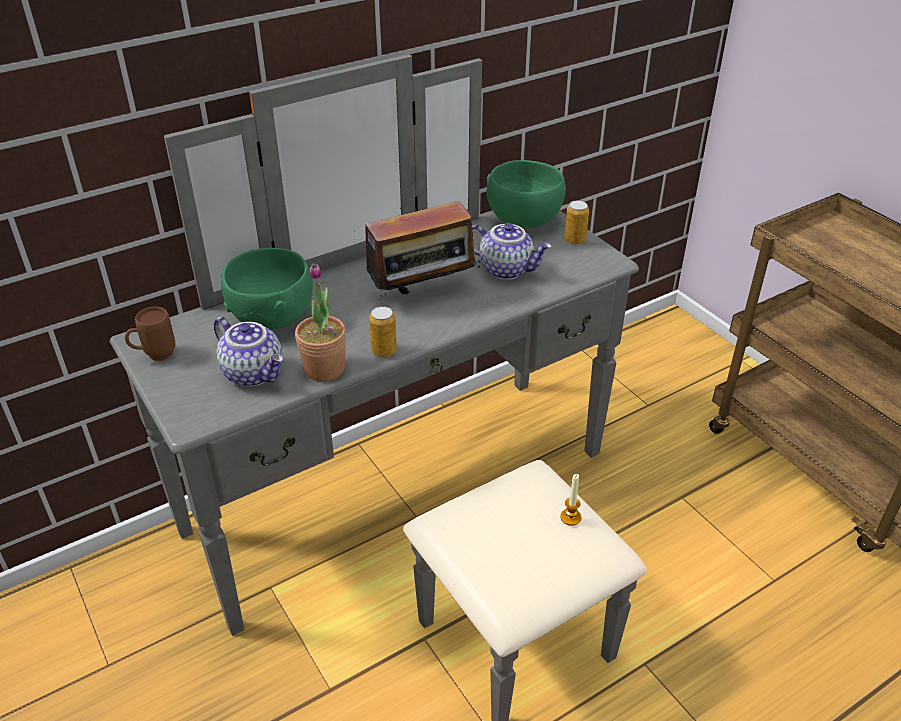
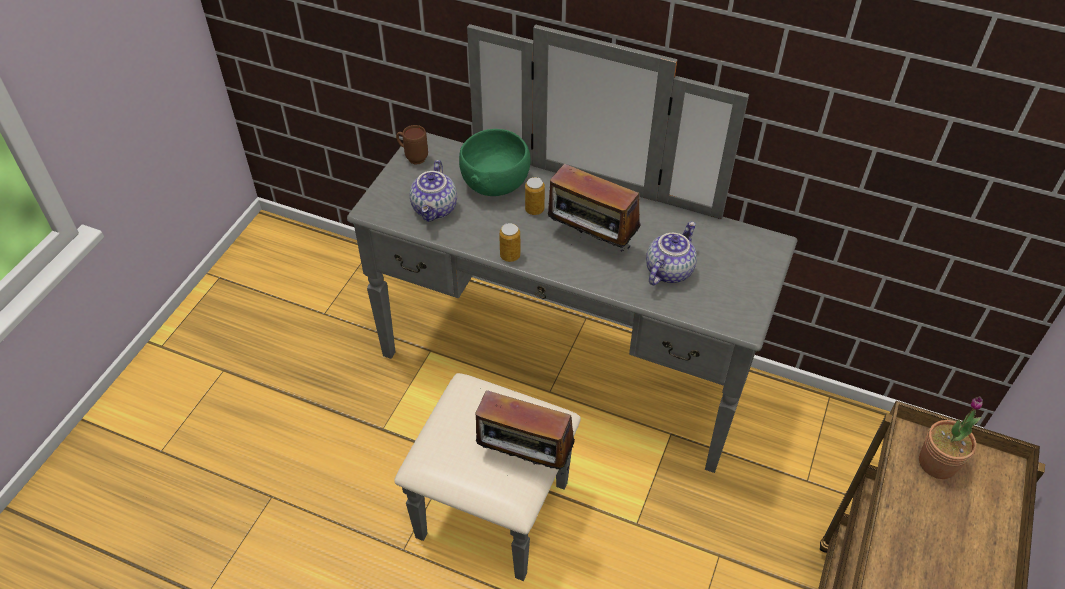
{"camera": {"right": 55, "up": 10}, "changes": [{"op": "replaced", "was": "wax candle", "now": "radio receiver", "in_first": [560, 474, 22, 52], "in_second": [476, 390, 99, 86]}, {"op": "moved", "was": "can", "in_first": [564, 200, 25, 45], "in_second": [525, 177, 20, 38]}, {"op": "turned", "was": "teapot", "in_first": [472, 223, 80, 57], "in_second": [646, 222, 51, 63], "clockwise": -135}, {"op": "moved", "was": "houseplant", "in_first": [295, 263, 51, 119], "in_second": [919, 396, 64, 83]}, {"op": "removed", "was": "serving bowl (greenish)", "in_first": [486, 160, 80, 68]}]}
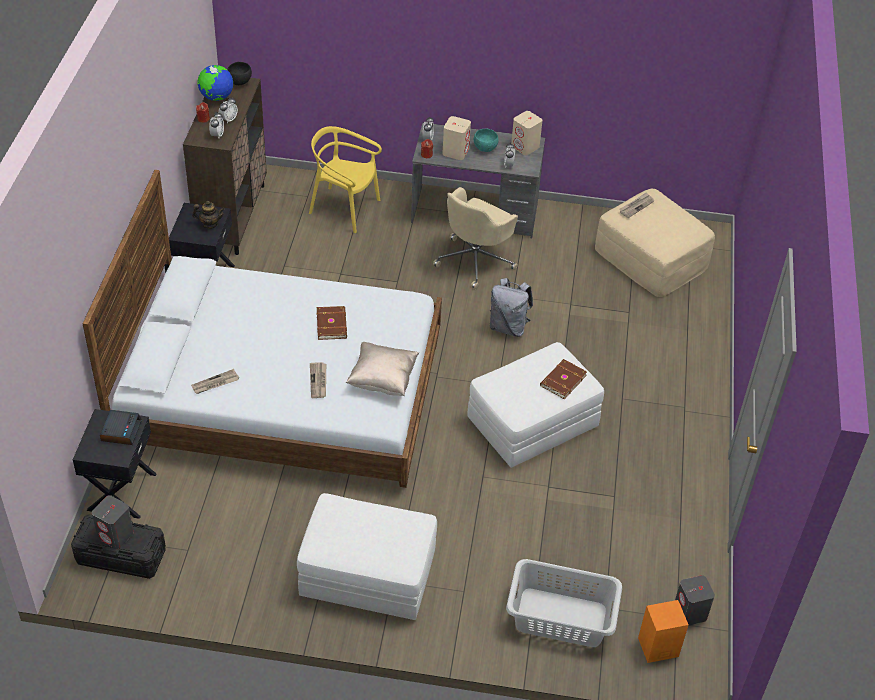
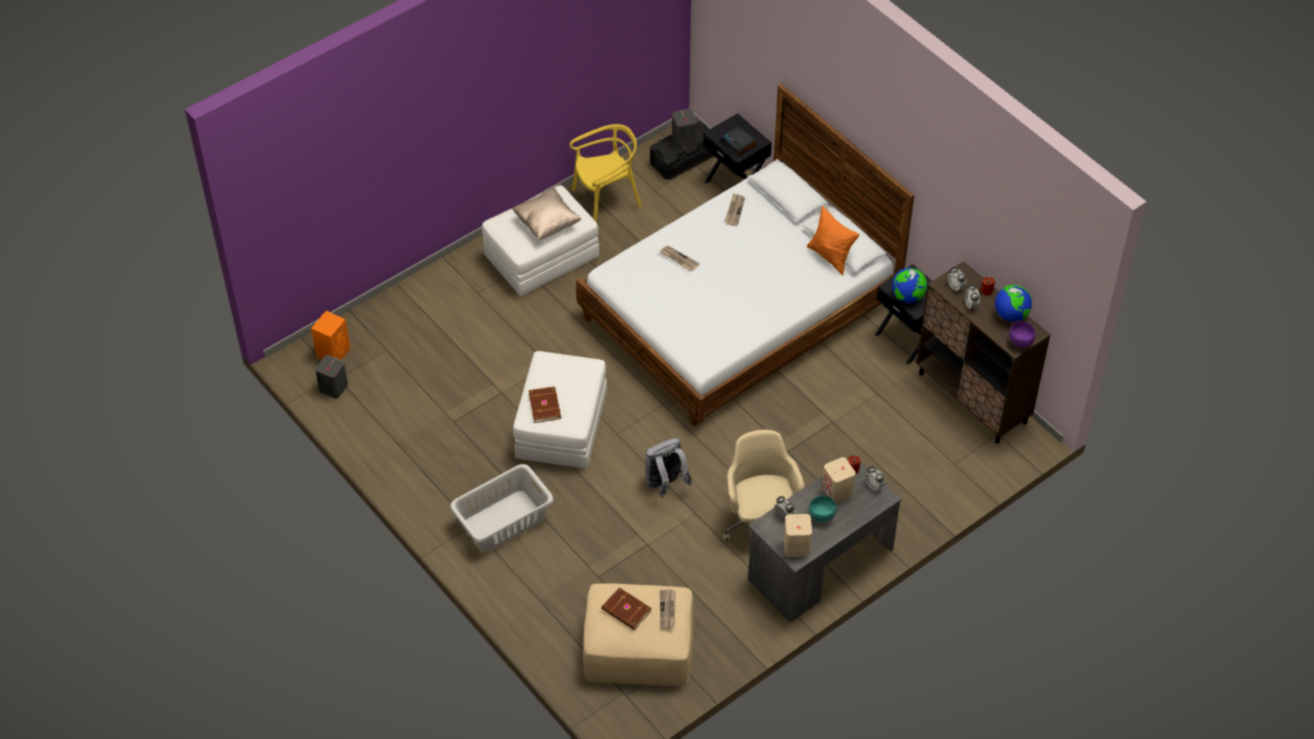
{"camera": {"right": 135, "up": 5}, "changes": [{"op": "moved", "was": "laundry basket (greyish)", "in_first": [506, 559, 116, 88], "in_second": [450, 464, 103, 87]}, {"op": "moved", "was": "throw pillow (sand-coloured)", "in_first": [346, 342, 73, 54], "in_second": [511, 188, 70, 52]}, {"op": "moved", "was": "plain chair (yellowish)", "in_first": [309, 126, 73, 107], "in_second": [569, 124, 73, 99]}, {"op": "moved", "was": "volume (brown-coloured)", "in_first": [317, 306, 30, 34], "in_second": [601, 587, 51, 43]}, {"op": "added", "now": "throw pillow (orange-coloured)", "in_second": [807, 206, 53, 70]}, {"op": "replaced", "was": "teapot", "now": "desk globe", "in_first": [192, 201, 33, 28], "in_second": [892, 268, 35, 35]}, {"op": "recoloured", "was": "serving bowl (black)", "now": "serving bowl (purple)", "in_first": [227, 62, 25, 23], "in_second": [1009, 321, 27, 27]}]}
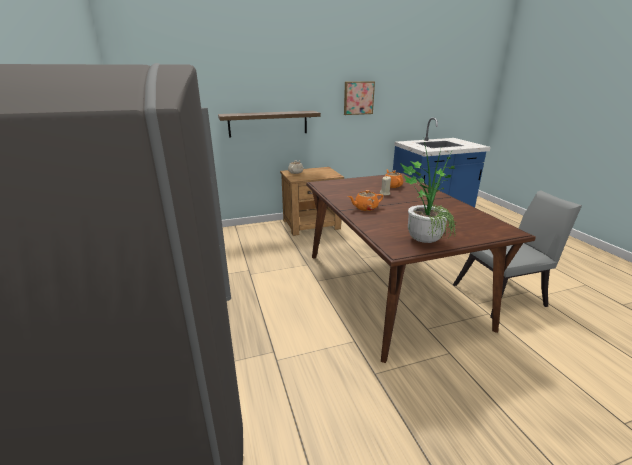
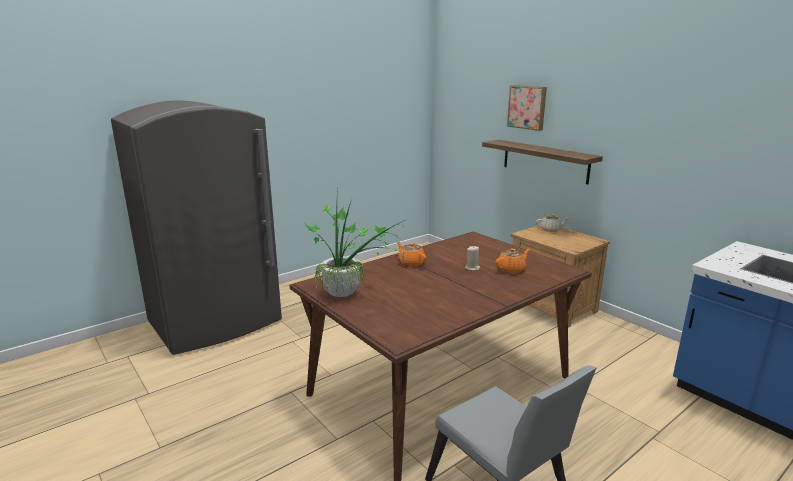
{"camera": {"right": 70, "up": -5}, "changes": [{"op": "moved", "was": "wall picture", "in_first": [344, 81, 31, 34], "in_second": [507, 85, 40, 46]}]}
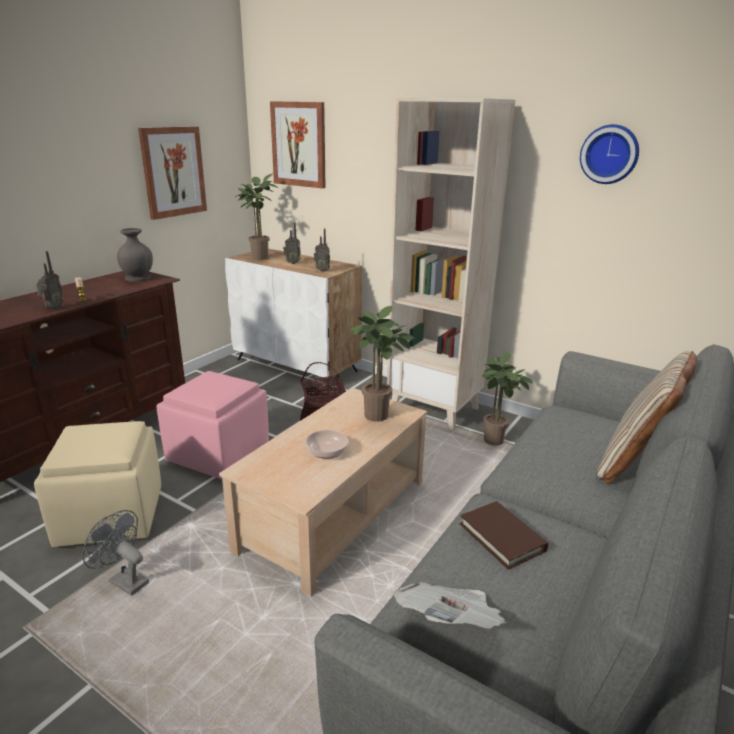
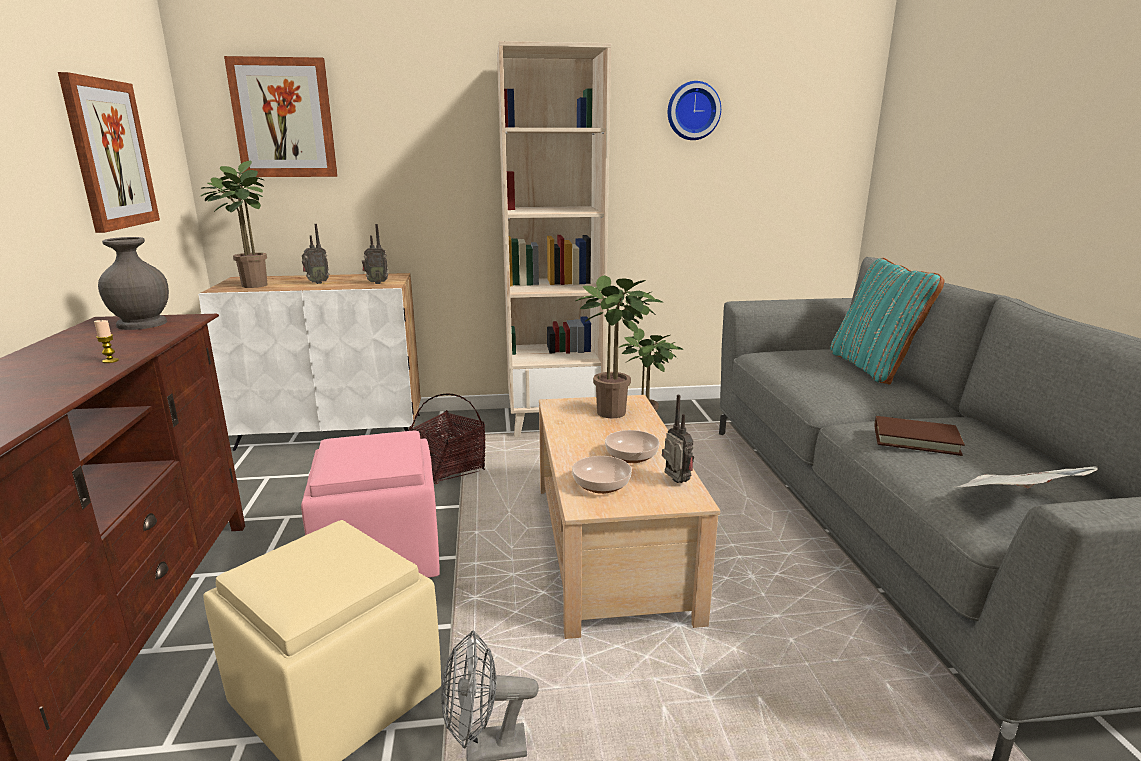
{"camera": {"right": -40, "up": -5}, "changes": [{"op": "added", "now": "serving bowl", "in_second": [572, 456, 60, 38]}, {"op": "moved", "was": "radio receiver", "in_first": [36, 251, 28, 58], "in_second": [662, 395, 32, 88]}, {"op": "recoloured", "was": "throw pillow (sand-coloured)", "now": "throw pillow (blue-green)", "in_first": [596, 351, 101, 133], "in_second": [830, 258, 114, 127]}]}
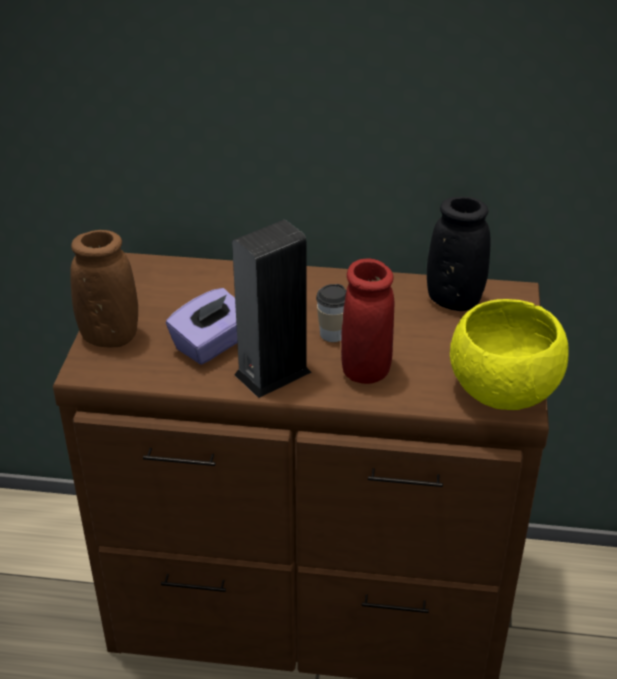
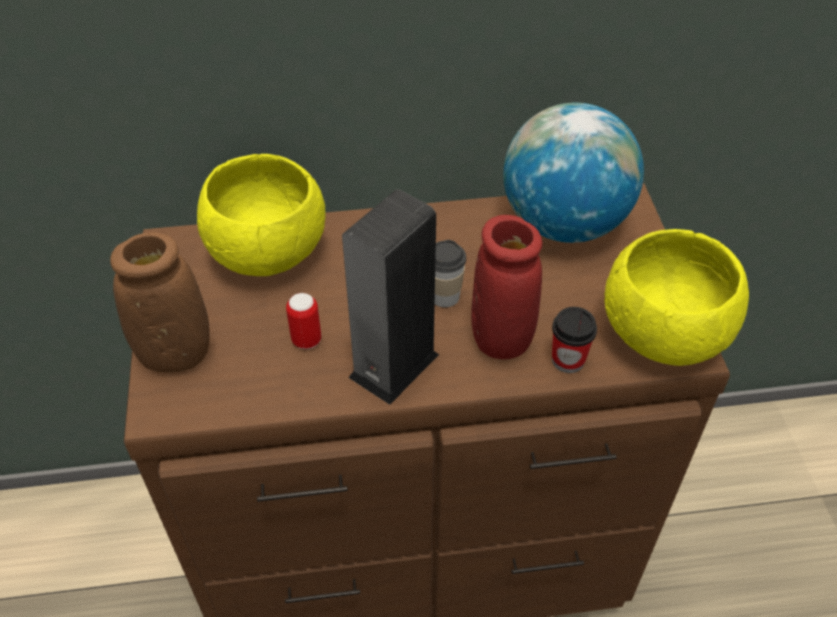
{"camera": {"right": -15, "up": 10}, "changes": [{"op": "added", "now": "serving bowl (yellowish)", "in_second": [197, 154, 129, 122]}, {"op": "replaced", "was": "tissue box (purple)", "now": "can", "in_first": [166, 288, 71, 77], "in_second": [286, 293, 35, 56]}, {"op": "replaced", "was": "decorative vase (black)", "now": "desk globe", "in_first": [427, 197, 63, 114], "in_second": [503, 103, 141, 140]}, {"op": "added", "now": "small cup", "in_second": [552, 307, 45, 66]}]}
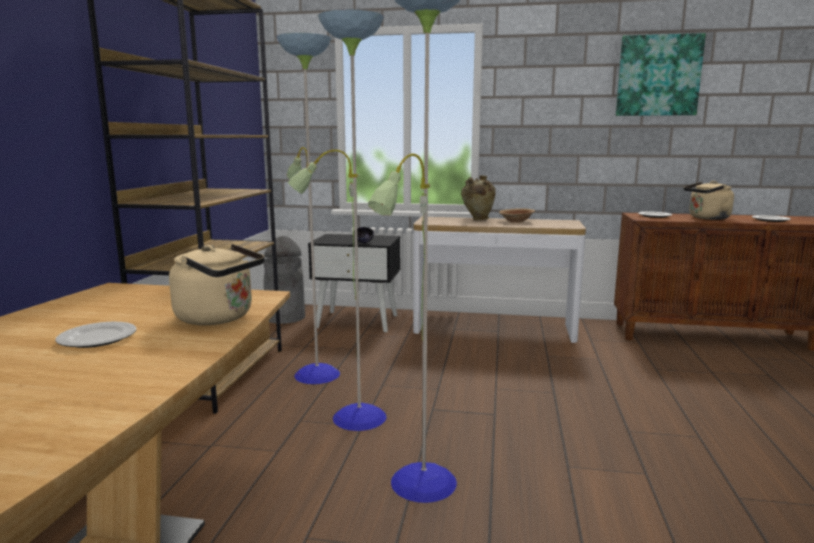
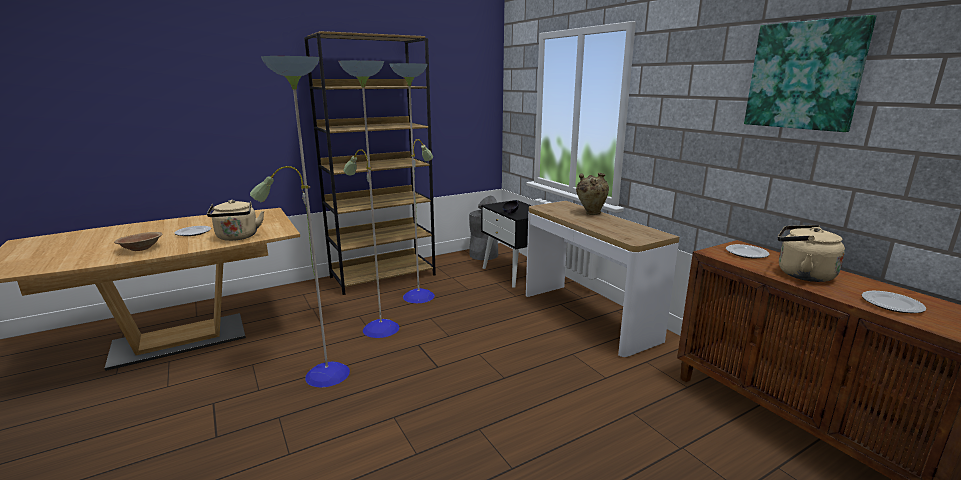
{"camera": {"right": 50, "up": 5}, "changes": [{"op": "moved", "was": "serving bowl (brown-coloured)", "in_first": [499, 208, 36, 15], "in_second": [114, 232, 49, 19]}]}
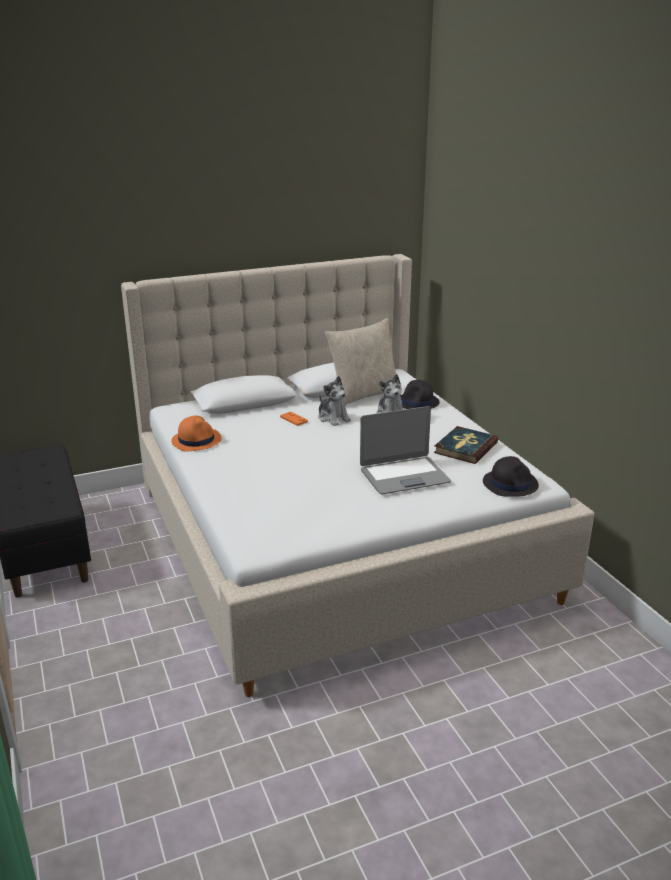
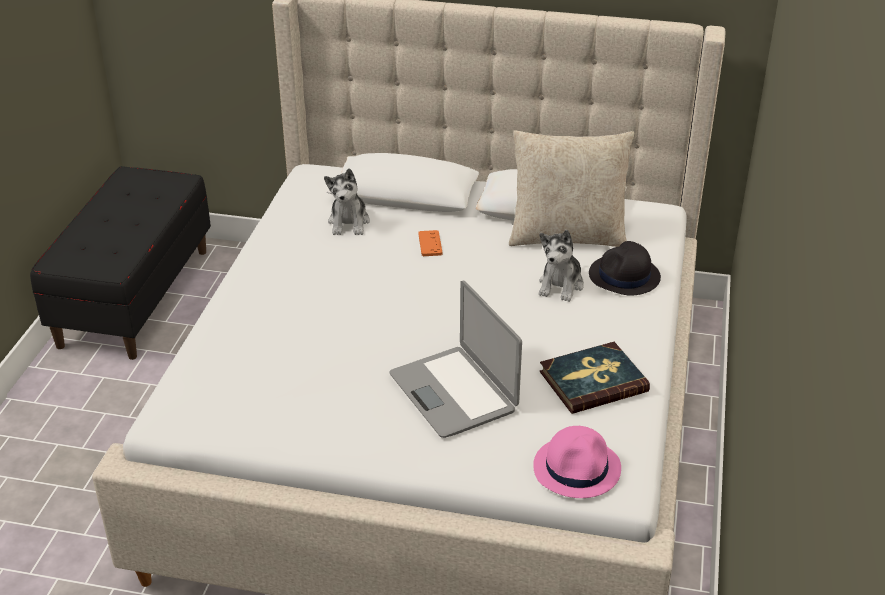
{"camera": {"right": 35, "up": 10}, "changes": [{"op": "moved", "was": "cuddly toy", "in_first": [318, 376, 33, 50], "in_second": [324, 168, 46, 67]}, {"op": "turned", "was": "portable computer", "in_first": [360, 406, 91, 88], "in_second": [389, 281, 133, 157], "clockwise": 45}, {"op": "recoloured", "was": "clothing hat (black)", "now": "clothing hat (pink-coloured)", "in_first": [483, 456, 56, 40], "in_second": [533, 426, 88, 72]}, {"op": "removed", "was": "clothing hat (orange-coloured)", "in_first": [171, 416, 51, 36]}]}
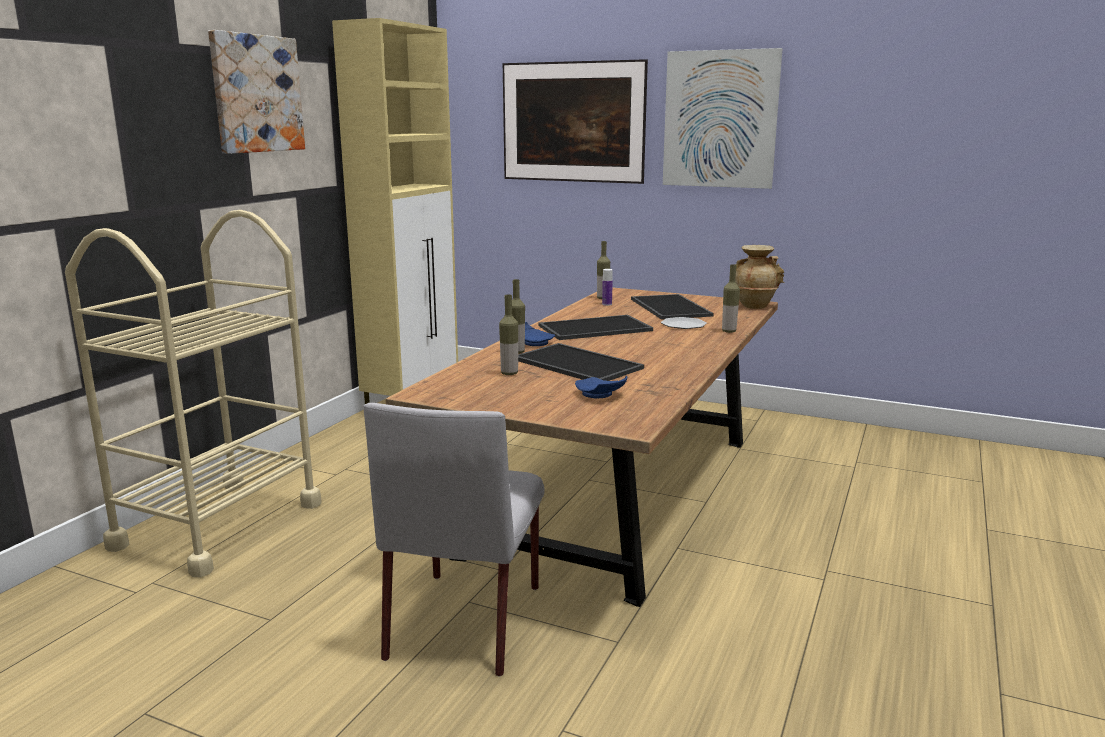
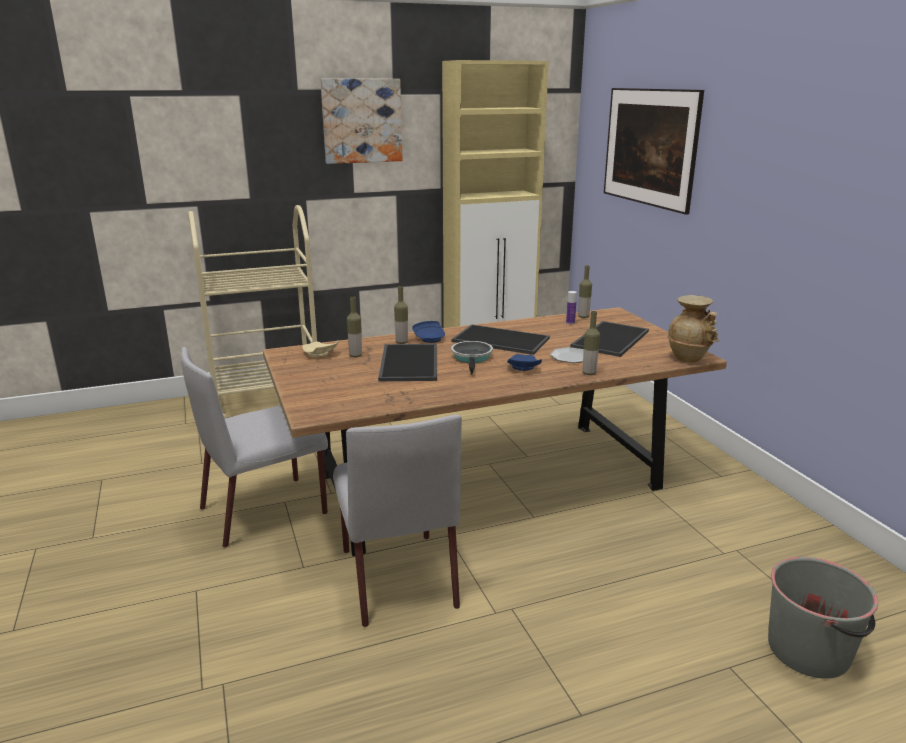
{"camera": {"right": 45, "up": 5}, "changes": [{"op": "added", "now": "flat dish (sand-coloured)", "in_second": [302, 341, 36, 16]}, {"op": "added", "now": "plain chair (greyish)", "in_second": [333, 415, 129, 212]}, {"op": "added", "now": "frying pan", "in_second": [451, 341, 42, 34]}, {"op": "moved", "was": "flat dish (blue)", "in_first": [575, 375, 52, 23], "in_second": [507, 354, 35, 17]}, {"op": "added", "now": "pail (greyish)", "in_second": [768, 557, 110, 122]}, {"op": "removed", "was": "wall picture", "in_first": [663, 48, 120, 141]}]}
